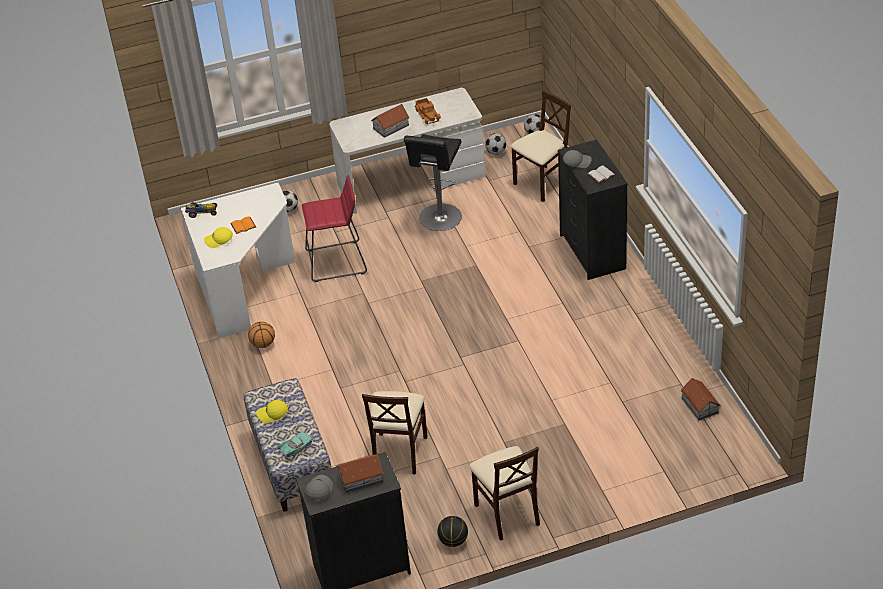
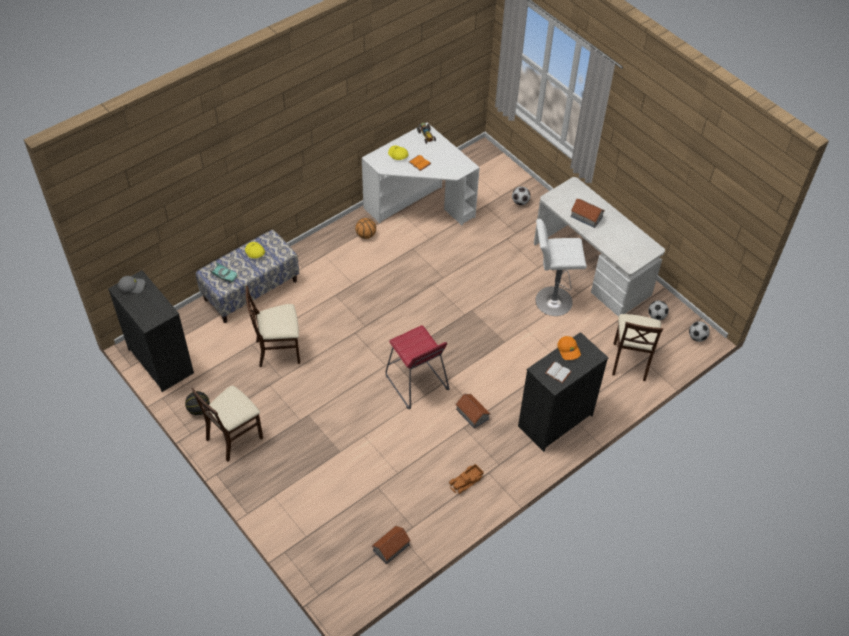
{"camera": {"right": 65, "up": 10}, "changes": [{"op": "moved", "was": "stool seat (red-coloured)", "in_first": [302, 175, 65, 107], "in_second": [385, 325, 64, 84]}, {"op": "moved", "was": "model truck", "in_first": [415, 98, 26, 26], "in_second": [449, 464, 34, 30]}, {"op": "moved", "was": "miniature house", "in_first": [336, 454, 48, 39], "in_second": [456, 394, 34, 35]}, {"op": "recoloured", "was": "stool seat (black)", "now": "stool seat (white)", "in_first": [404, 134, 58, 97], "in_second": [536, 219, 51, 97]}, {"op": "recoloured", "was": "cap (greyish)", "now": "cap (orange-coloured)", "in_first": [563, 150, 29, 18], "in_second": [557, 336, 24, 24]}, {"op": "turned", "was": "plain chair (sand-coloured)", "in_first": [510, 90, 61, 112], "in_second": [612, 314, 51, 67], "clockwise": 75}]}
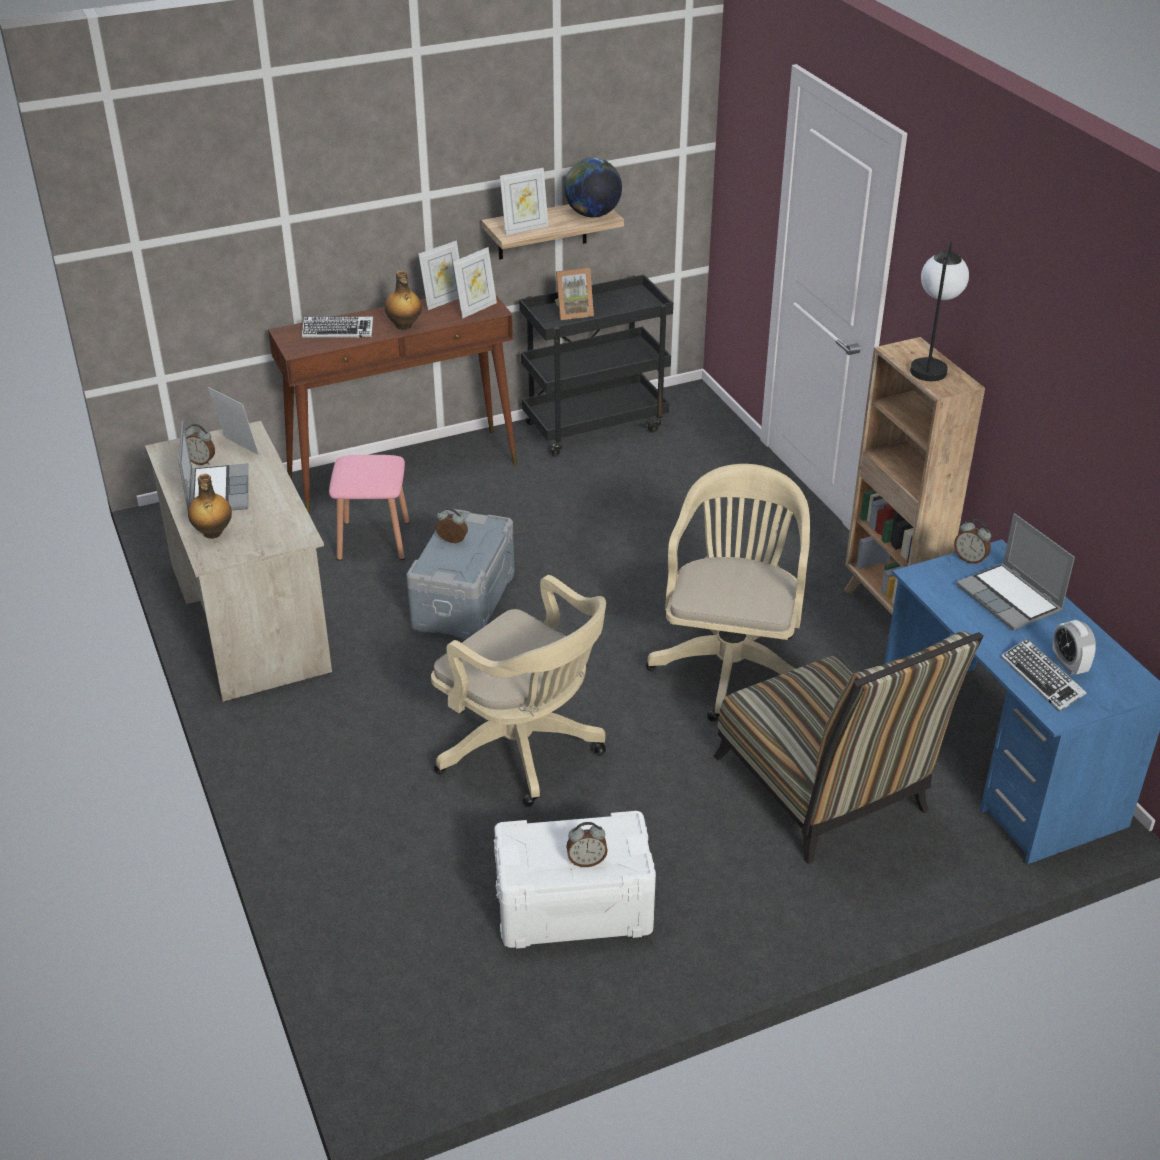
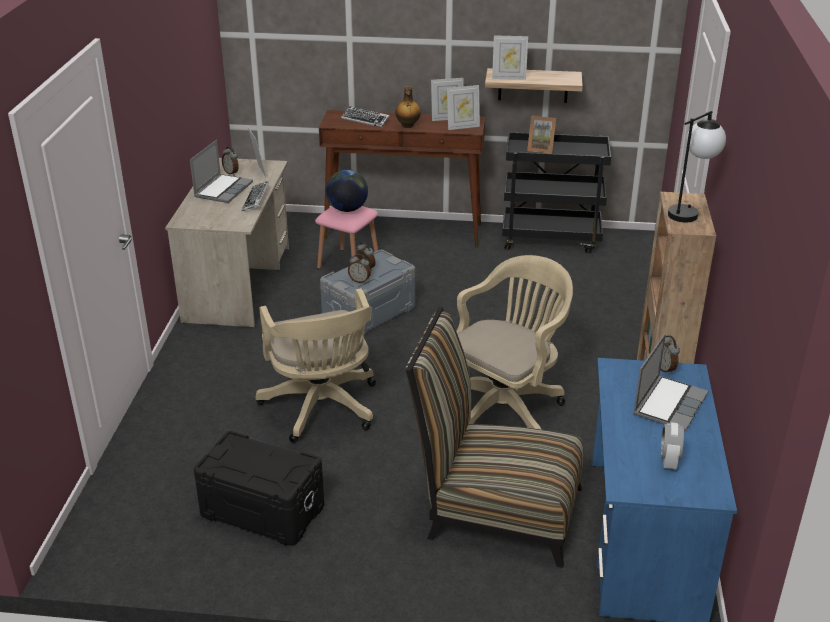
{"camera": {"right": 30, "up": -5}, "changes": [{"op": "recoloured", "was": "storage bin (white)", "now": "storage bin (black)", "in_first": [494, 811, 162, 138], "in_second": [194, 431, 130, 115]}, {"op": "moved", "was": "computer keyboard", "in_first": [1001, 639, 86, 73], "in_second": [241, 181, 28, 30]}, {"op": "moved", "was": "desk globe", "in_first": [564, 158, 58, 59], "in_second": [326, 170, 42, 42]}, {"op": "moved", "was": "bedside clock", "in_first": [566, 822, 42, 45], "in_second": [348, 254, 23, 29]}, {"op": "turned", "was": "plain chair", "in_first": [714, 631, 270, 233], "in_second": [405, 307, 179, 261], "clockwise": 105}, {"op": "turned", "was": "portable computer", "in_first": [956, 513, 119, 117], "in_second": [633, 333, 75, 98], "clockwise": -150}, {"op": "removed", "was": "drink bottle", "in_first": [188, 474, 44, 65]}]}
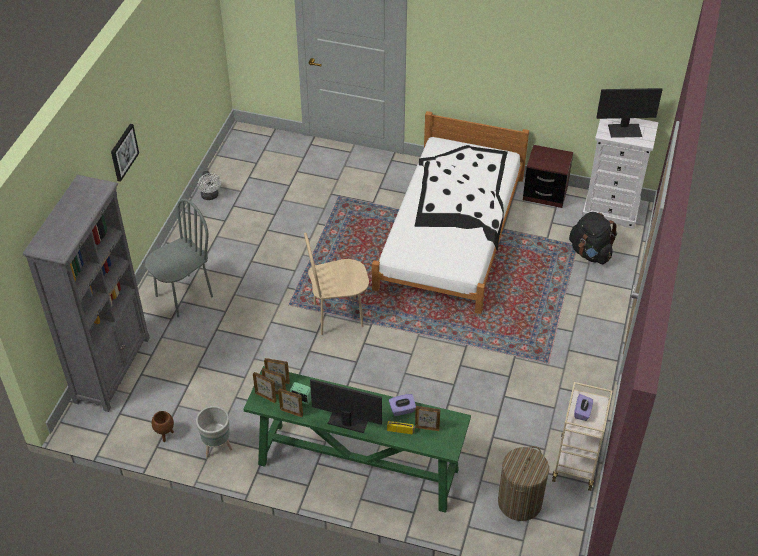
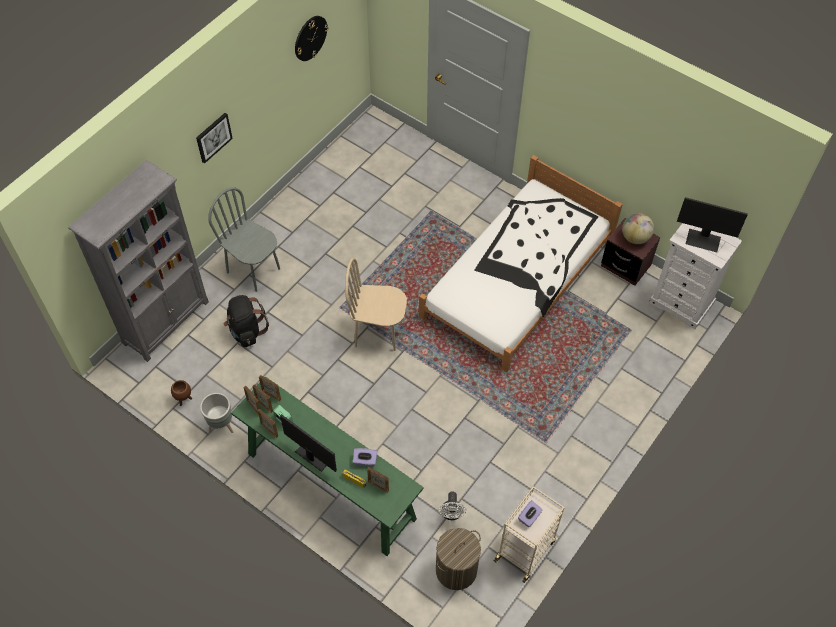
{"camera": {"right": 20, "up": 10}, "changes": [{"op": "turned", "was": "plain chair (greyish)", "in_first": [145, 199, 68, 119], "in_second": [208, 187, 72, 105], "clockwise": -120}, {"op": "moved", "was": "rucksack (black)", "in_first": [569, 212, 48, 52], "in_second": [224, 295, 45, 52]}, {"op": "added", "now": "hanging clock", "in_second": [295, 16, 33, 45]}, {"op": "moved", "was": "cooling fan (white)", "in_first": [198, 171, 23, 29], "in_second": [439, 491, 27, 29]}, {"op": "added", "now": "desk globe", "in_second": [622, 213, 32, 31]}]}
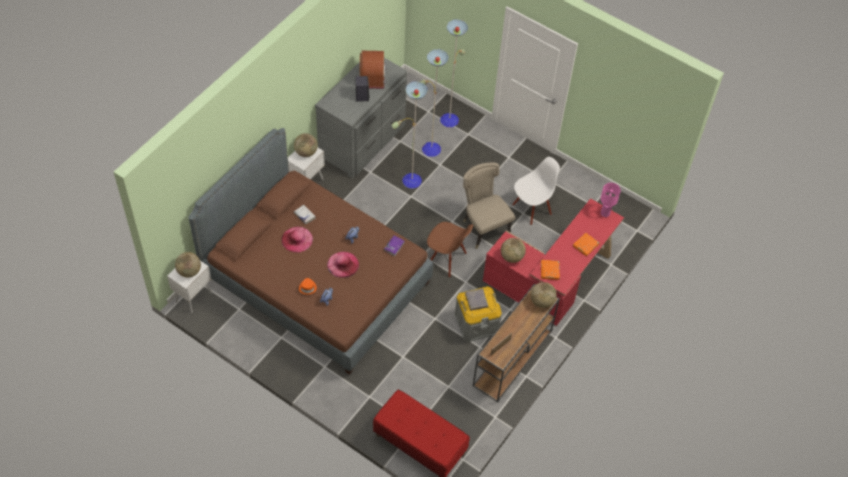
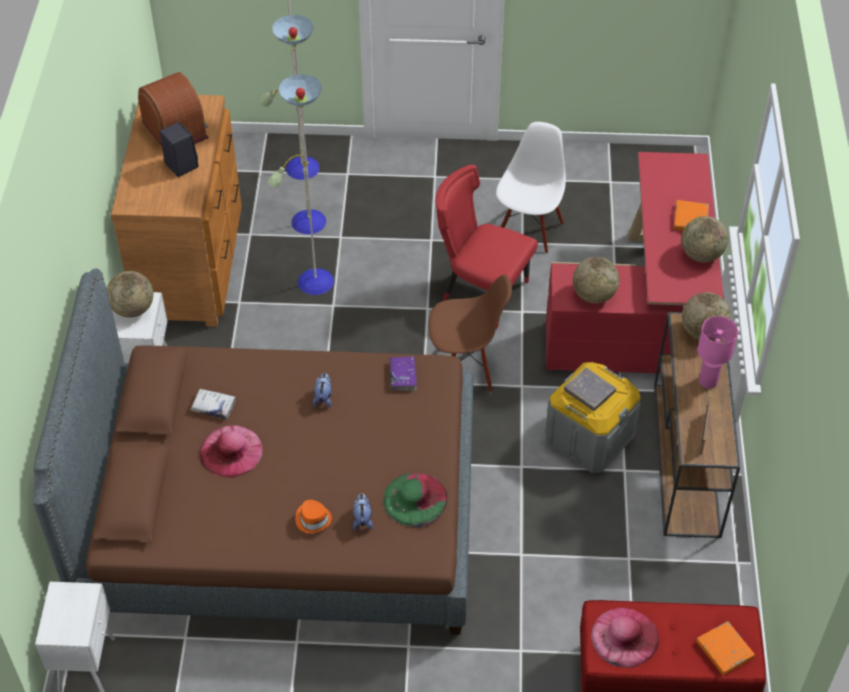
{"camera": {"right": -30, "up": -5}, "changes": [{"op": "recoloured", "was": "dresser (greyish)", "now": "dresser (brown-coloured)", "in_first": [315, 58, 92, 121], "in_second": [111, 95, 131, 232]}, {"op": "added", "now": "clothing hat (greenish)", "in_second": [383, 473, 64, 54]}, {"op": "recoloured", "was": "plain chair (sand-coloured)", "now": "plain chair (red-coloured)", "in_first": [463, 163, 52, 86], "in_second": [436, 165, 102, 164]}, {"op": "moved", "was": "clothing hat (pink-coloured)", "in_first": [327, 252, 32, 26], "in_second": [591, 608, 68, 60]}, {"op": "moved", "was": "desk globe", "in_first": [175, 252, 26, 25], "in_second": [681, 216, 47, 46]}, {"op": "moved", "was": "volume (orange-coloured)", "in_first": [541, 260, 19, 20], "in_second": [696, 621, 59, 54]}, {"op": "moved", "was": "table lamp (pink-coloured)", "in_first": [600, 183, 21, 34], "in_second": [697, 316, 41, 72]}]}
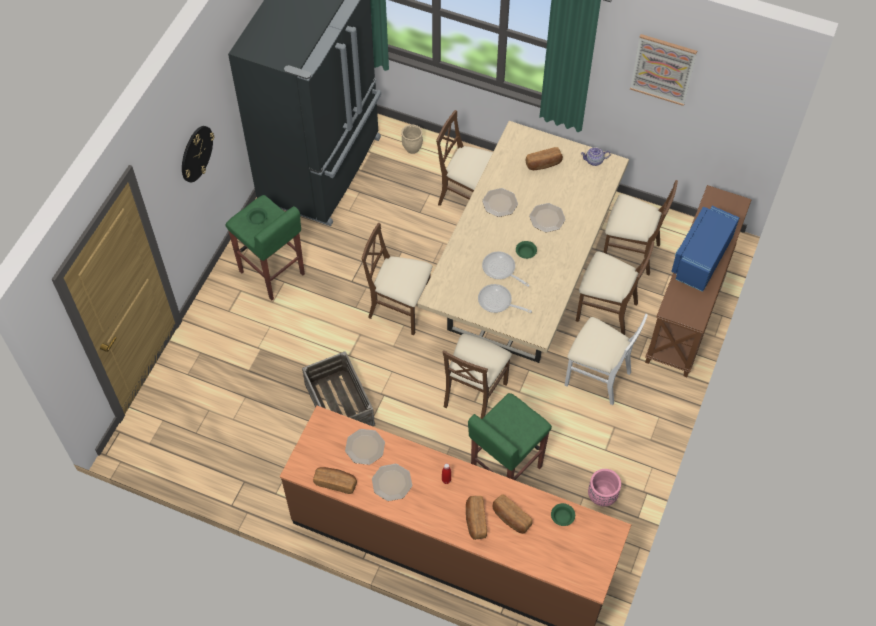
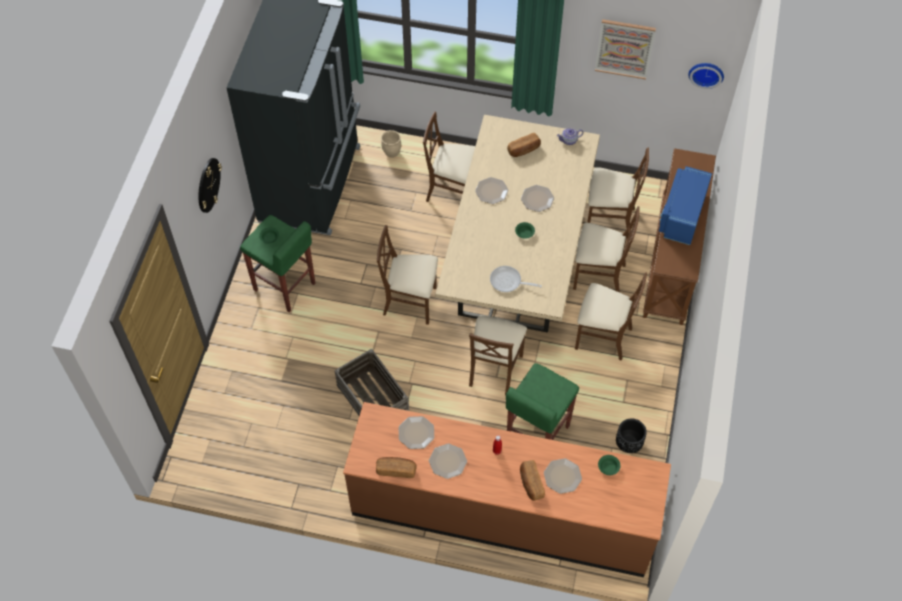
{"camera": {"right": -10, "up": 0}, "changes": [{"op": "replaced", "was": "bakery bread", "now": "flat dish", "in_first": [492, 495, 40, 39], "in_second": [544, 458, 38, 36]}, {"op": "recoloured", "was": "plain chair (white)", "now": "plain chair (brown-coloured)", "in_first": [565, 314, 83, 91], "in_second": [575, 272, 72, 89]}, {"op": "recoloured", "was": "plant pot (pink-coloured)", "now": "plant pot (black)", "in_first": [588, 469, 33, 37], "in_second": [616, 419, 31, 34]}, {"op": "added", "now": "hanging clock", "in_second": [688, 63, 36, 26]}, {"op": "removed", "was": "frying pan", "in_first": [482, 252, 48, 35]}]}
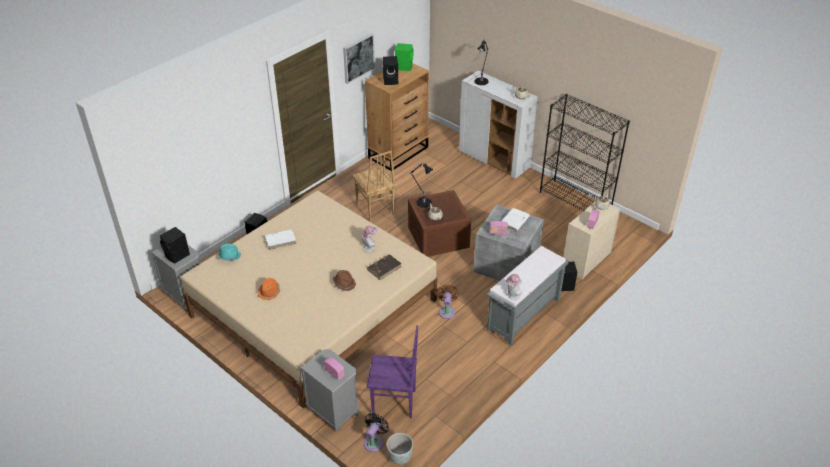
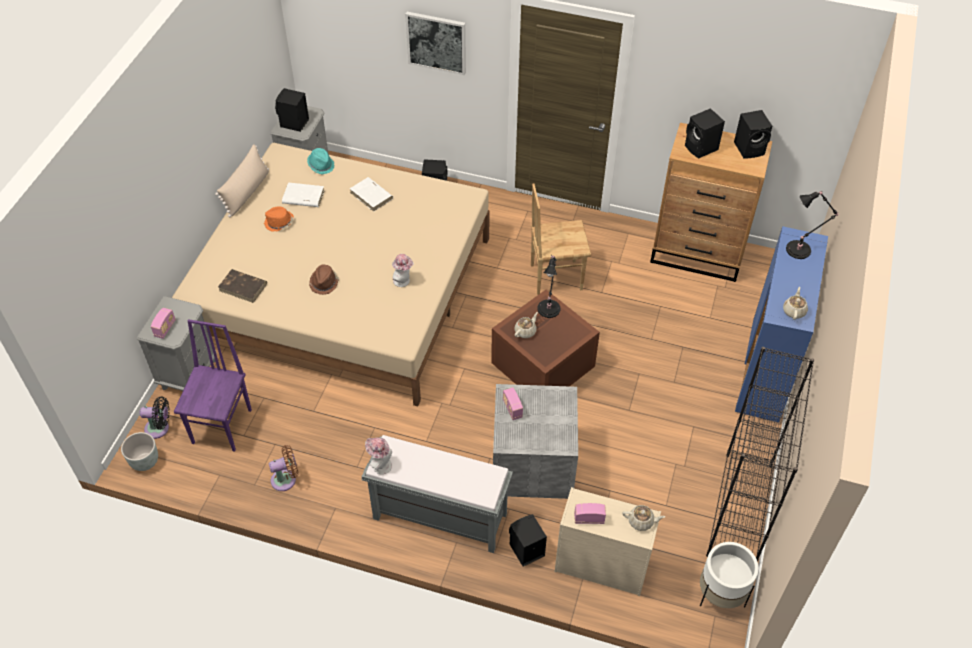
{"camera": {"right": 65, "up": 10}, "changes": [{"op": "turned", "was": "plain chair (purple)", "in_first": [367, 325, 51, 93], "in_second": [174, 319, 78, 133], "clockwise": -150}, {"op": "added", "now": "throw pillow (sand-coloured)", "in_second": [215, 144, 54, 74]}, {"op": "moved", "was": "volume (brown-coloured)", "in_first": [367, 254, 35, 26], "in_second": [218, 269, 49, 34]}, {"op": "moved", "was": "cooling fan (brown-coloured)", "in_first": [436, 285, 23, 34], "in_second": [269, 445, 30, 46]}, {"op": "moved", "was": "volume (white)", "in_first": [502, 208, 28, 24], "in_second": [282, 182, 43, 25]}, {"op": "moved", "was": "wall picture", "in_first": [343, 33, 32, 51], "in_second": [405, 12, 61, 63]}, {"op": "turned", "was": "plain chair (brown-coloured)", "in_first": [352, 151, 44, 71], "in_second": [531, 183, 60, 112], "clockwise": 45}, {"op": "added", "now": "plant pot (white)", "in_second": [700, 542, 58, 66]}, {"op": "recoloured", "was": "loudspeaker (greenish)", "now": "loudspeaker (black)", "in_first": [395, 43, 19, 28], "in_second": [734, 110, 38, 49]}, {"op": "recoloured", "was": "cabinet (white)", "now": "cabinet (blue)", "in_first": [459, 71, 79, 108], "in_second": [735, 226, 93, 197]}]}
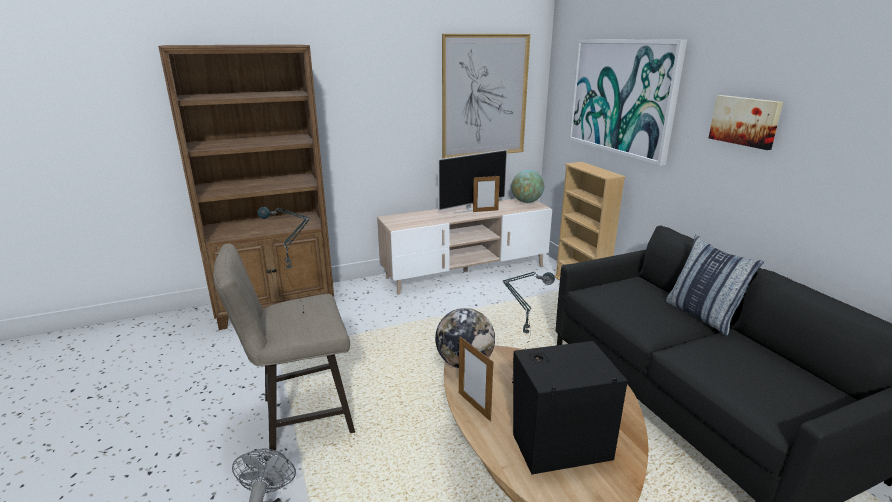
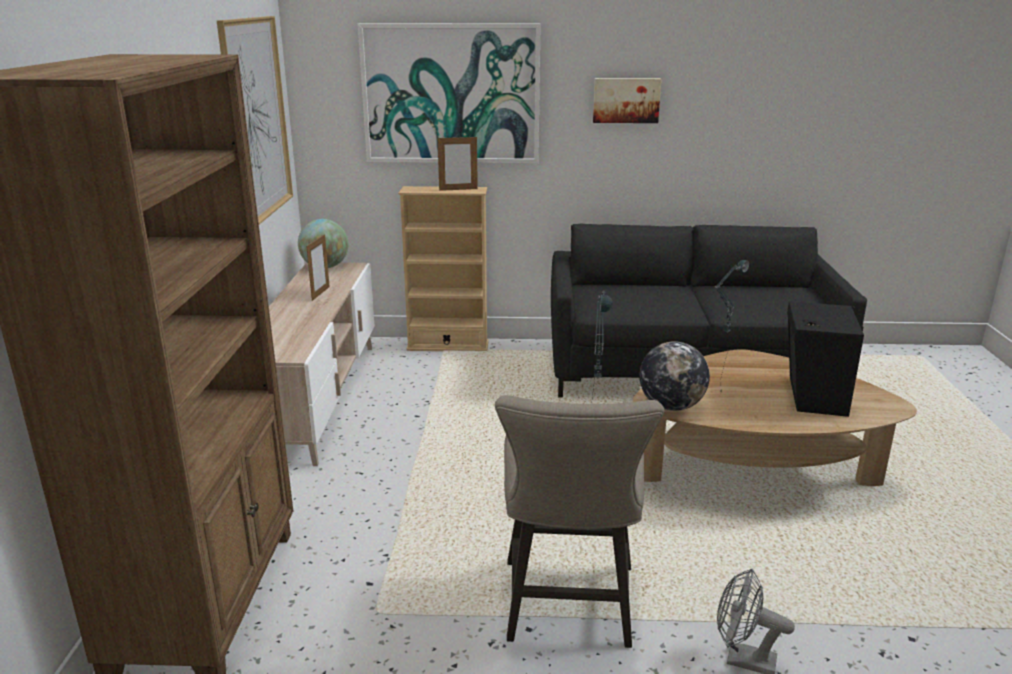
{"camera": {"right": -65, "up": 0}, "changes": [{"op": "moved", "was": "photo frame", "in_first": [459, 337, 34, 84], "in_second": [438, 135, 40, 56]}, {"op": "removed", "was": "TV", "in_first": [438, 149, 69, 64]}, {"op": "removed", "was": "throw pillow", "in_first": [665, 235, 99, 101]}]}
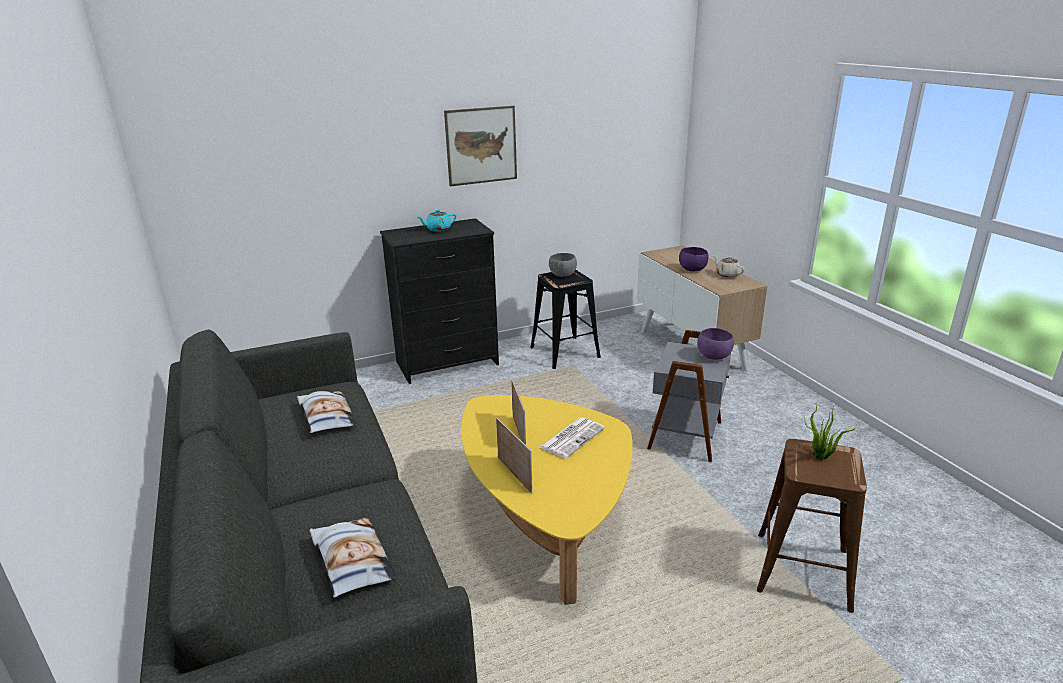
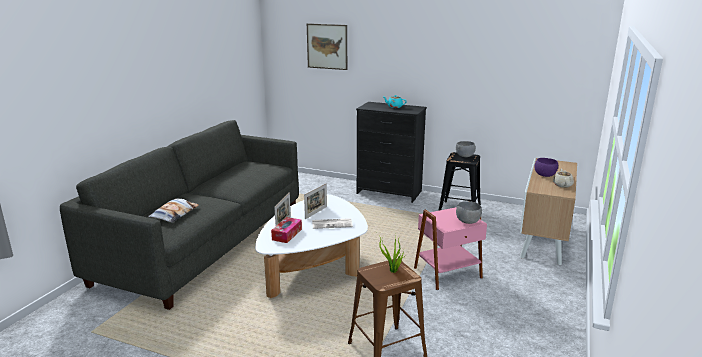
{"camera": {"right": 45, "up": -5}, "changes": [{"op": "recoloured", "was": "low table (yellowish)", "now": "low table (white)", "in_first": [461, 395, 172, 210], "in_second": [255, 194, 113, 104]}, {"op": "added", "now": "tissue box", "in_second": [271, 217, 31, 26]}, {"op": "moved", "was": "wall picture", "in_first": [444, 106, 73, 80], "in_second": [307, 23, 40, 47]}, {"op": "recoloured", "was": "end table (greyish)", "now": "end table (pink-coloured)", "in_first": [647, 330, 84, 132], "in_second": [414, 201, 73, 89]}, {"op": "recoloured", "was": "serving bowl (purple)", "now": "serving bowl (greyish)", "in_first": [697, 328, 37, 32], "in_second": [456, 201, 26, 23]}, {"op": "removed", "was": "throw pillow", "in_first": [297, 391, 60, 42]}]}
